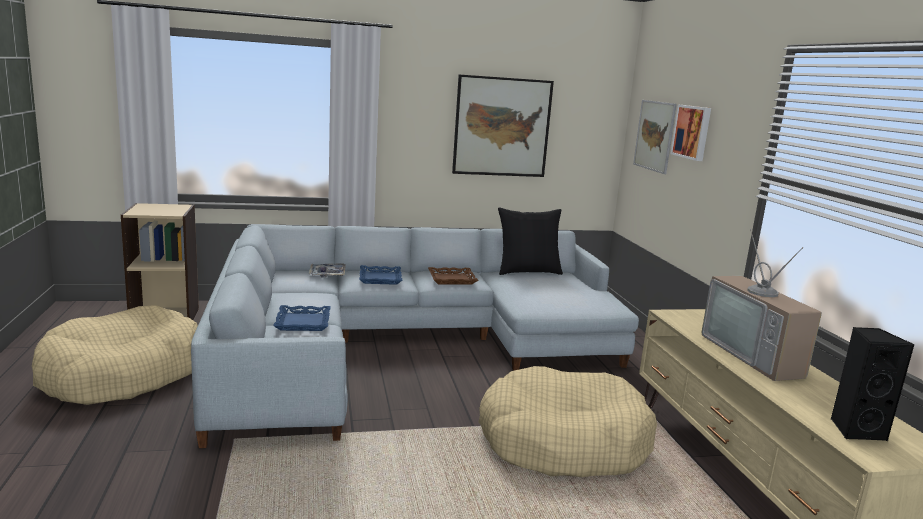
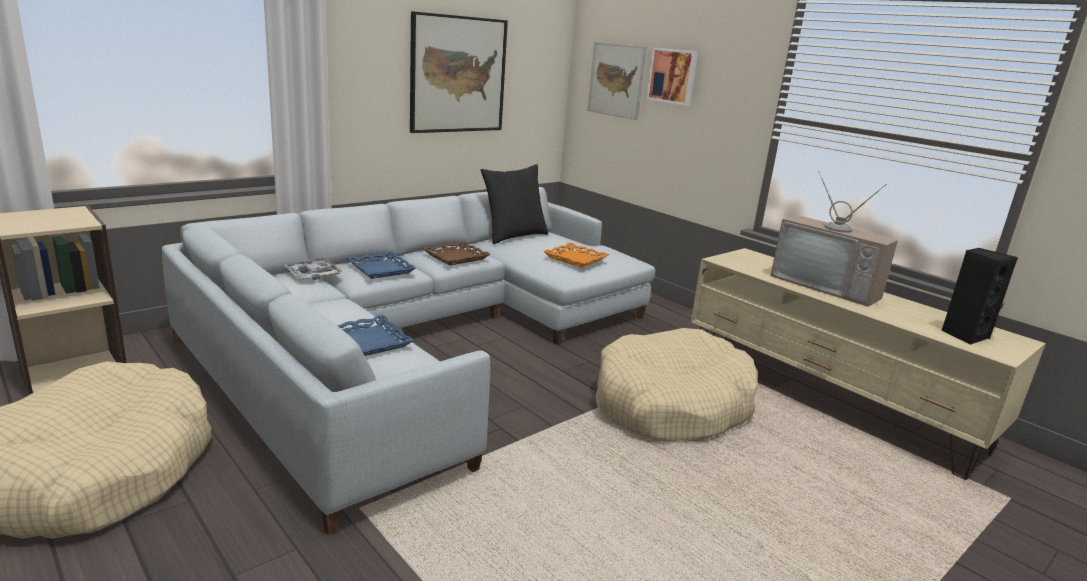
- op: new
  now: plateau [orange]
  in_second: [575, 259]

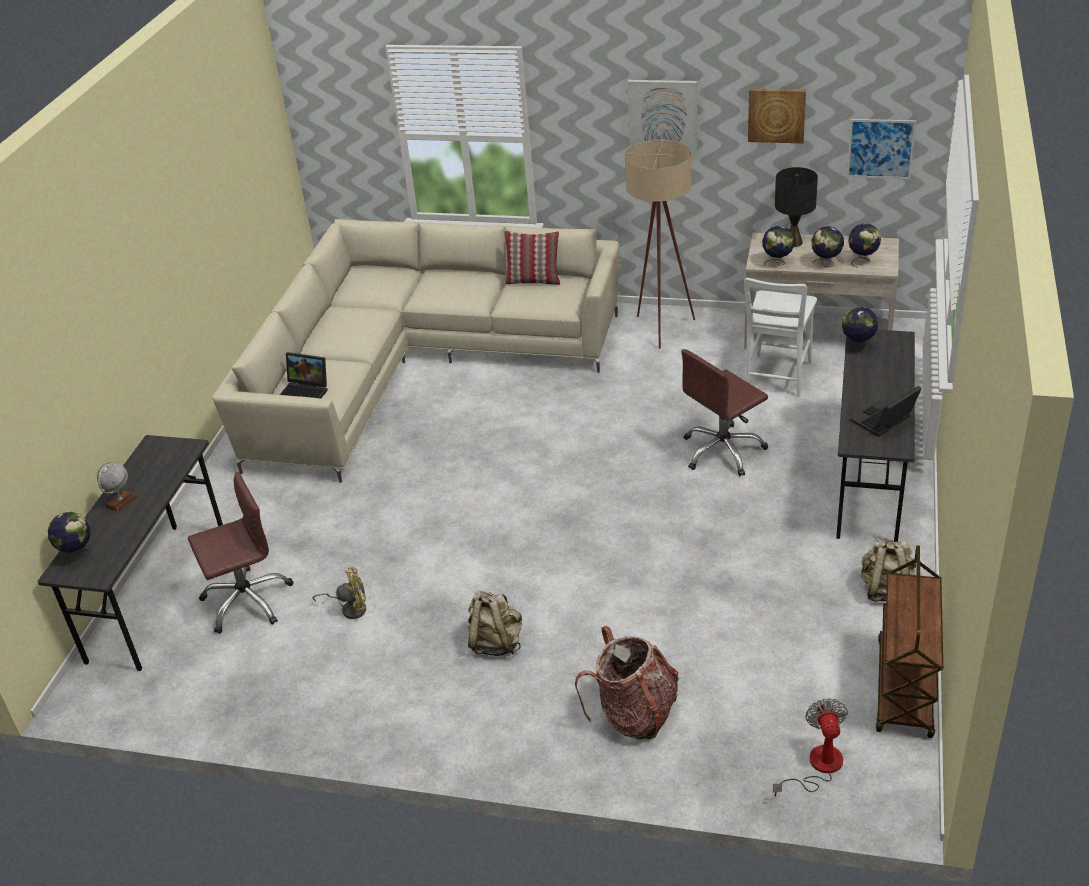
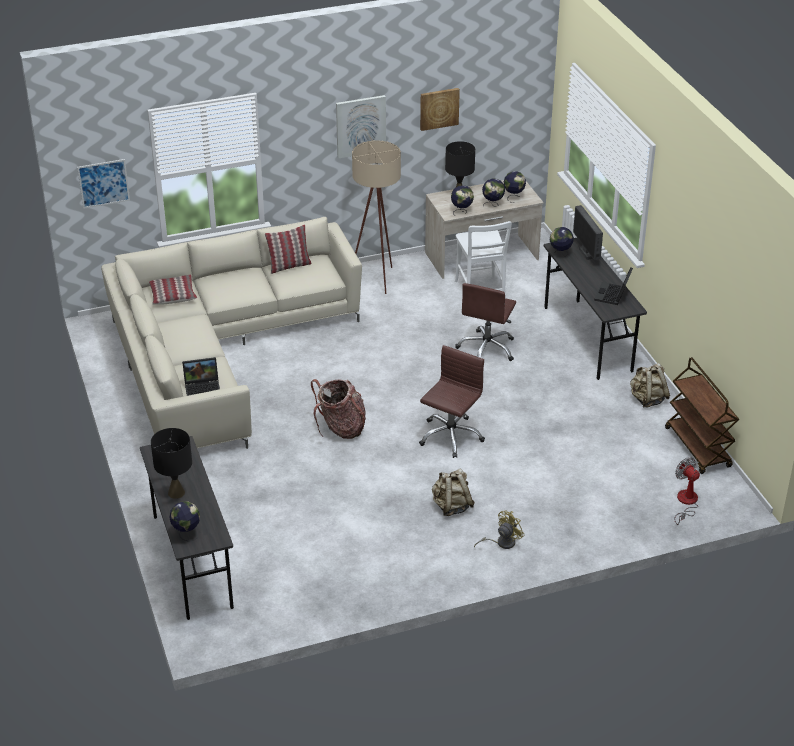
- op: swapped
  was: globe
  now: lampe de table [noir]
  in_first: [121, 502]
  in_second: [176, 493]
- op: shifted
  was: chaise de bureau [marron]
  in_first: [247, 600]
  in_second: [450, 436]
- op: shifted
  was: ventilateur [jaune]
  in_first: [350, 608]
  in_second: [501, 543]
- op: shifted
  was: sac à dos
  in_first: [634, 714]
  in_second: [341, 428]
- op: shifted
  was: tableau
  in_first: [880, 149]
  in_second: [103, 183]
- op: new
  now: coussin
  in_second: [172, 295]
- op: new
  now: écran d'ordinateur
  in_second: [586, 253]

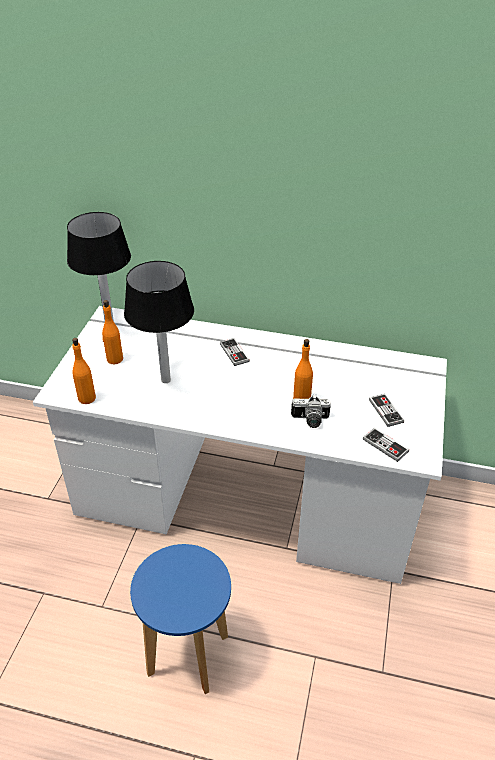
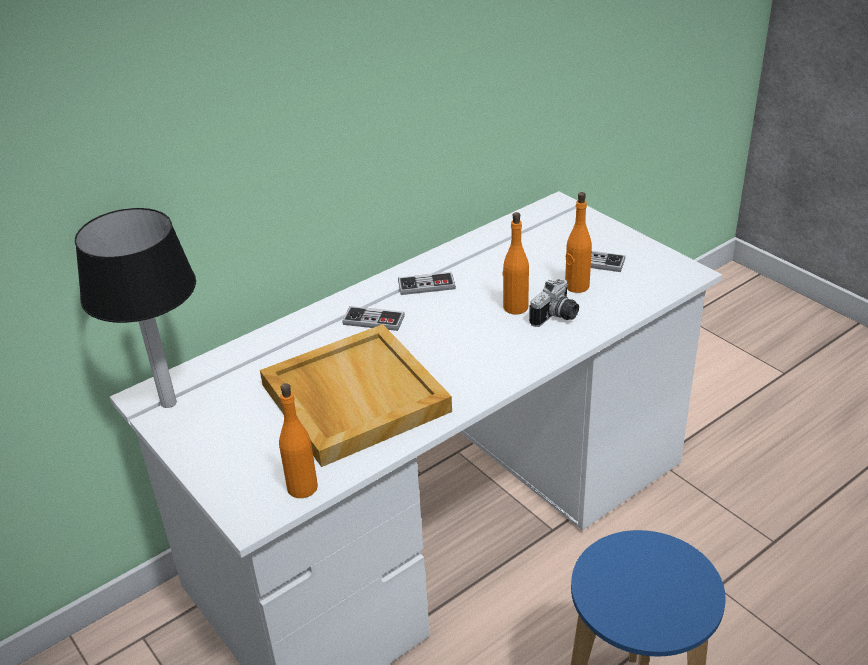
- op: shifted
  was: bouteille [orange]
  in_first: [114, 359]
  in_second: [576, 286]
- op: swapped
  was: lampe de table
  now: plateau [beige]
  in_first: [165, 379]
  in_second: [353, 398]
- op: shifted
  was: manette
  in_first: [385, 445]
  in_second: [426, 285]

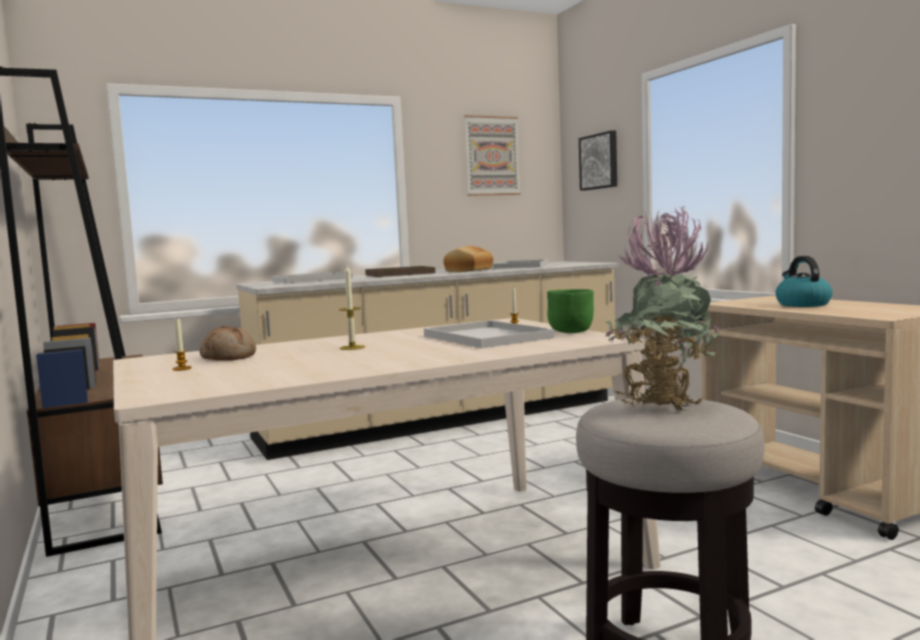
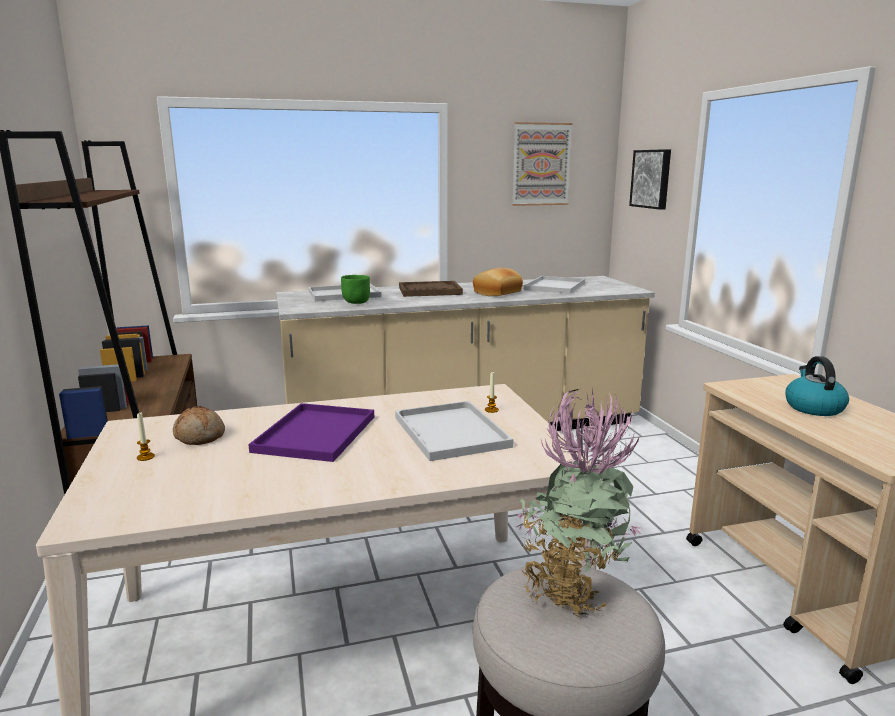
- op: swapped
  was: bougie
  now: plateau [violet]
  in_first: [352, 347]
  in_second: [316, 435]
- op: shifted
  was: bol [vert]
  in_first: [571, 332]
  in_second: [356, 303]

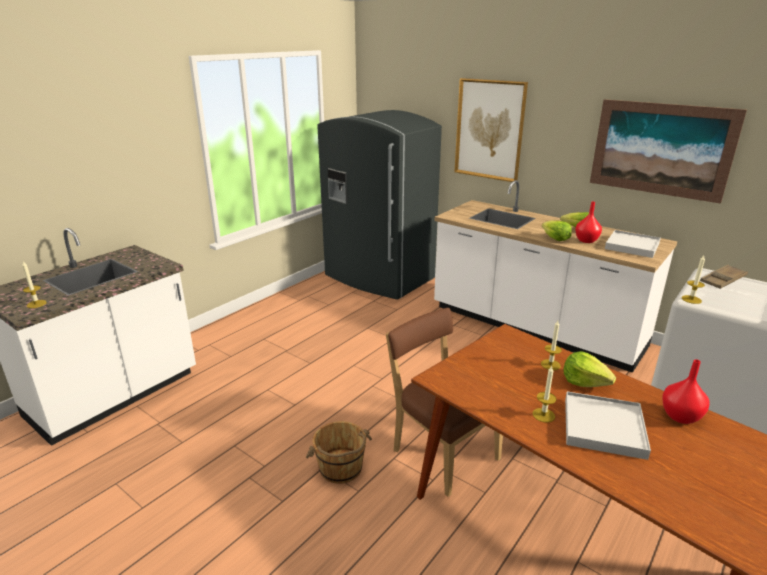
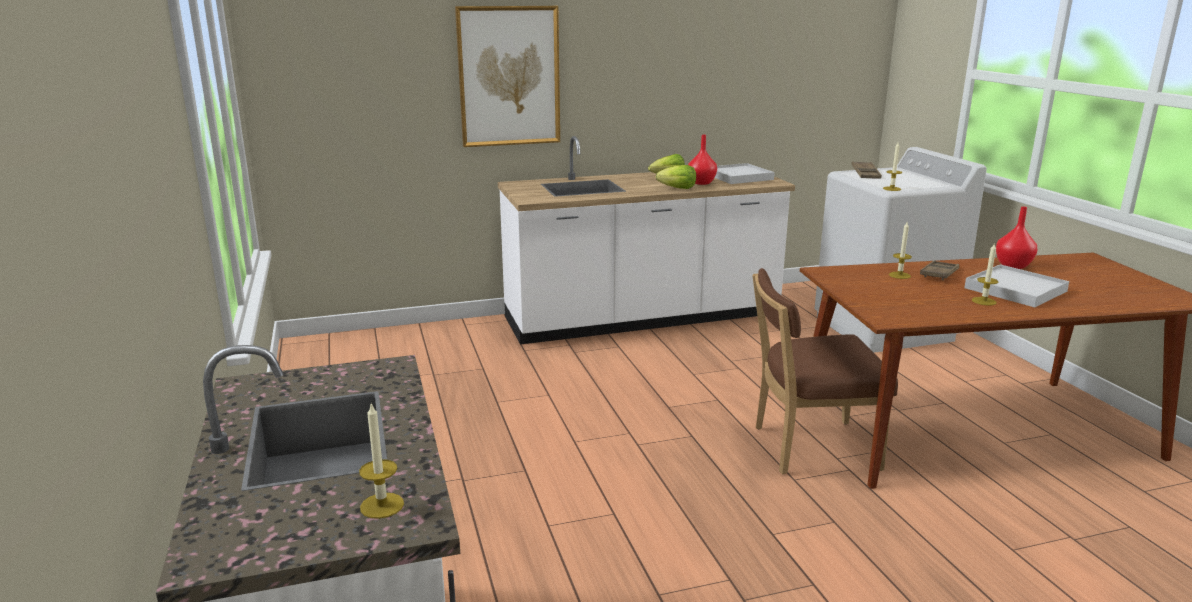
- op: gone
  was: seau [marron]
  in_first: [341, 468]
- op: gone
  was: réfrigérateur [gris]
  in_first: [378, 278]
- op: swapped
  was: laitue
  now: plateau [marron]
  in_first: [584, 381]
  in_second: [939, 274]
- op: gone
  was: tableau
  in_first: [661, 149]

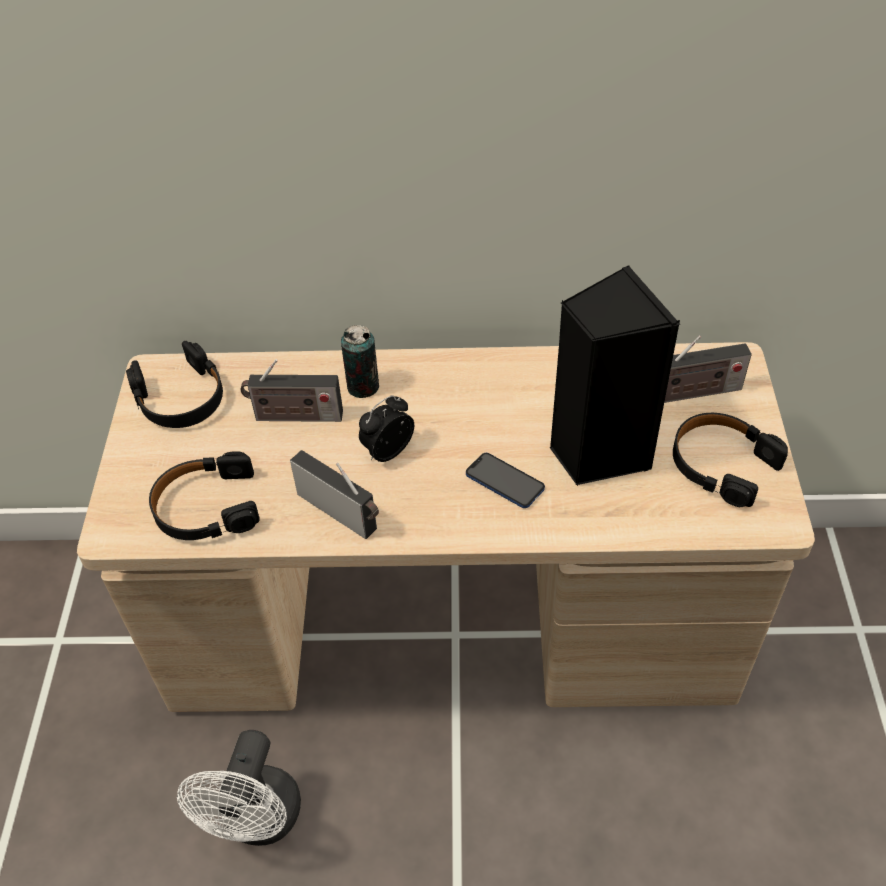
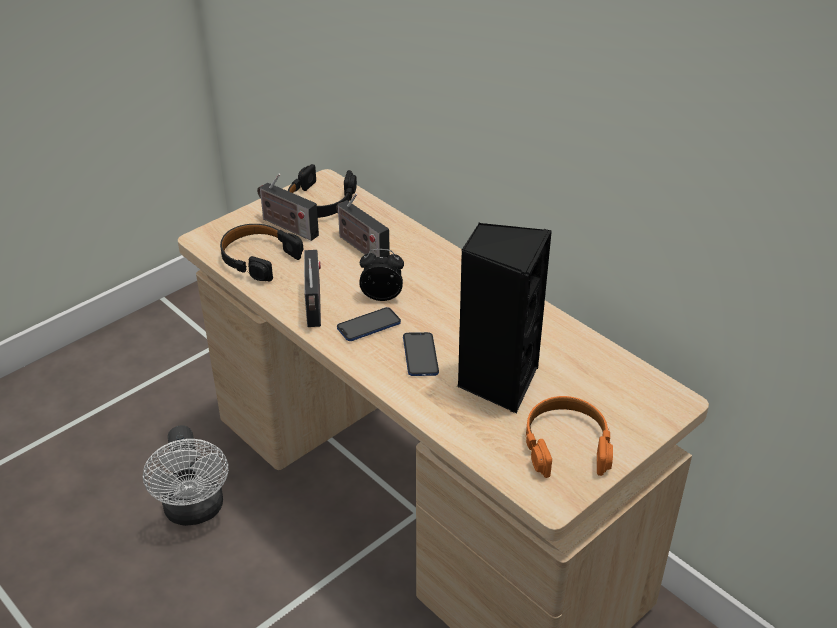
- op: rotated
  was: ventilateur [blanc]
  in_first: [258, 822]
  in_second: [195, 511]
  clockwise: -75
- op: gone
  was: boîte métallique
  in_first: [363, 386]
- op: shifted
  was: radio
  in_first: [694, 393]
  in_second: [287, 226]
- op: repainted
  was: casque audio [noir]
  now: casque audio [orange]
  in_first: [721, 464]
  in_second: [566, 444]
- op: new
  now: téléphone
  in_second: [368, 326]

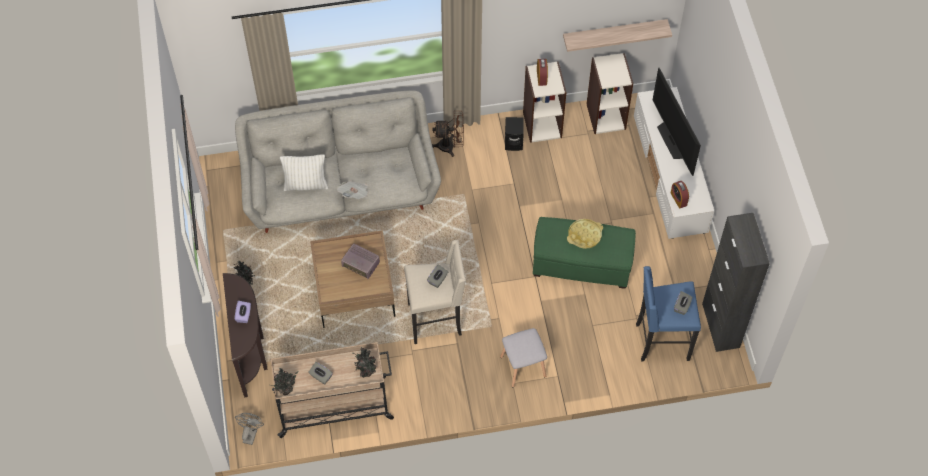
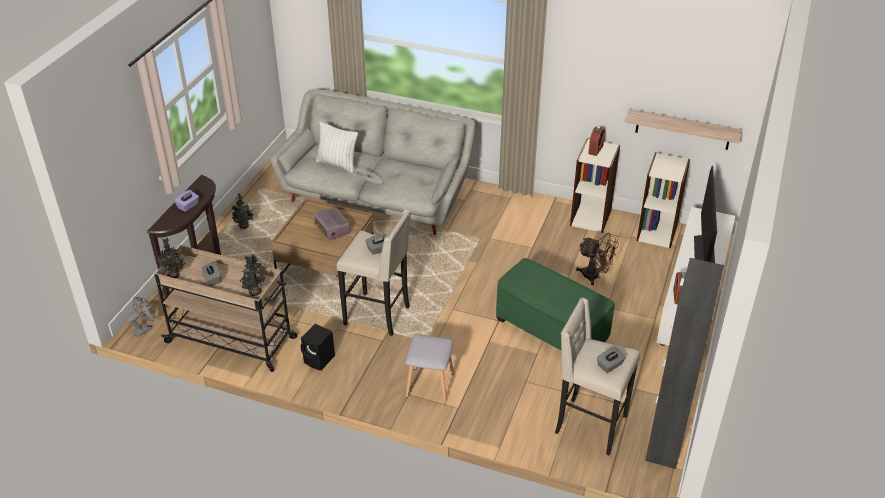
- op: shifted
  was: ventilateur [marron]
  in_first: [450, 146]
  in_second: [595, 276]
- op: shifted
  was: enceinte [noir]
  in_first: [514, 142]
  in_second: [320, 360]
- op: gone
  was: plateau [jaune]
  in_first: [584, 235]
- op: repainted
  was: tabouret [bleu]
  now: tabouret [beige]
  in_first: [660, 341]
  in_second: [589, 425]

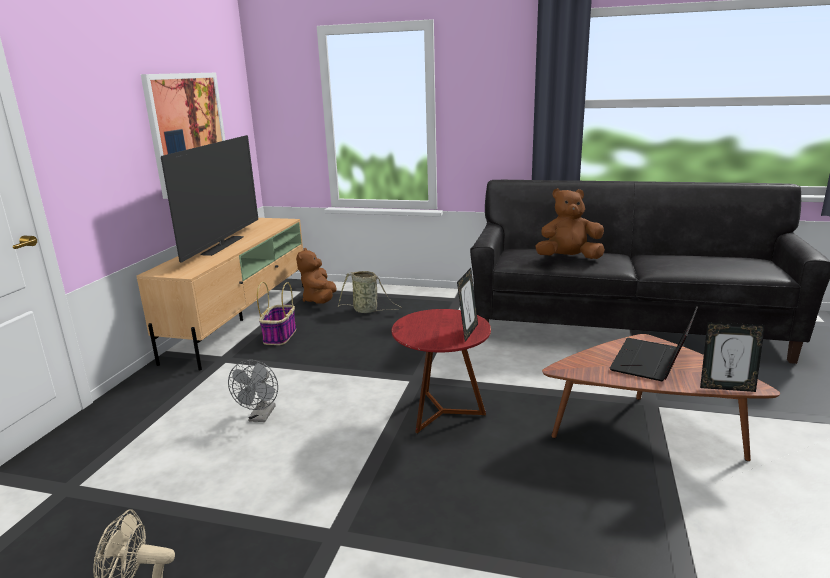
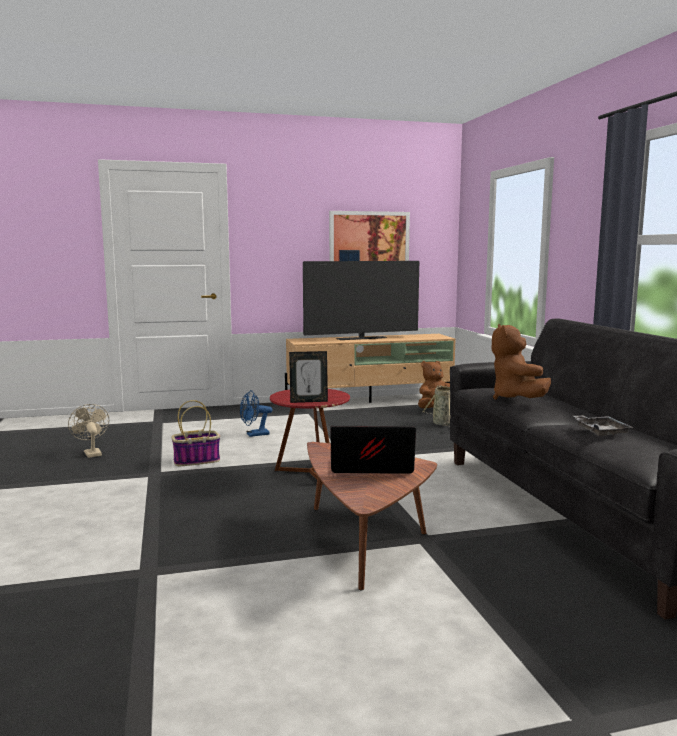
- op: repainted
  was: ventilateur [gris]
  now: ventilateur [bleu]
  in_first: [261, 417]
  in_second: [254, 435]
- op: shifted
  was: panier
  in_first: [280, 336]
  in_second: [197, 460]
- op: rotated
  was: peluche [marron]
  in_first: [568, 258]
  in_second: [516, 398]
  clockwise: -150
- op: gone
  was: cadre photo
  in_first: [726, 387]
- op: new
  now: plateau [gris]
  in_second: [600, 432]

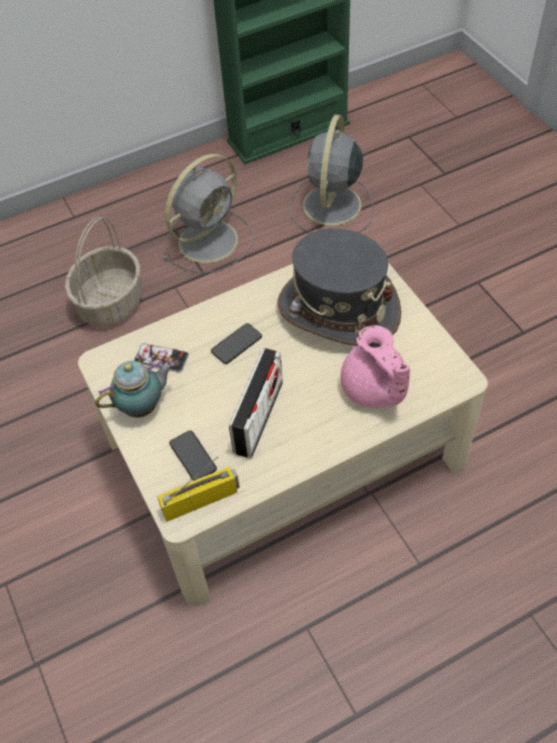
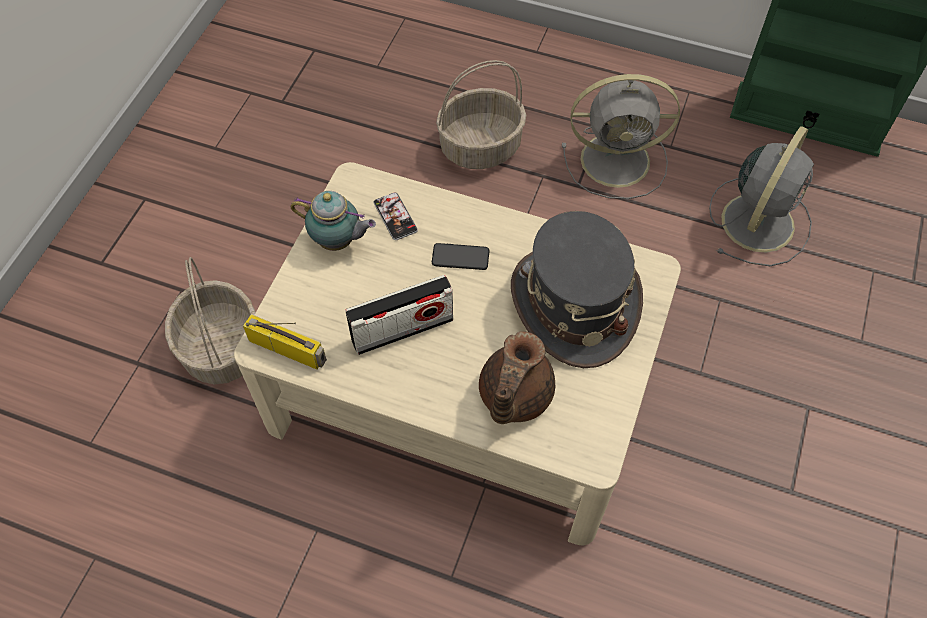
- op: gone
  was: téléphone
  in_first: [193, 456]
- op: rotated
  was: ventilateur [gris]
  in_first: [331, 207]
  in_second: [759, 220]
  clockwise: 150
- op: repainted
  was: théière [rose]
  now: théière [marron]
  in_first: [374, 390]
  in_second: [513, 396]
- op: new
  now: panier
  in_second: [220, 347]

